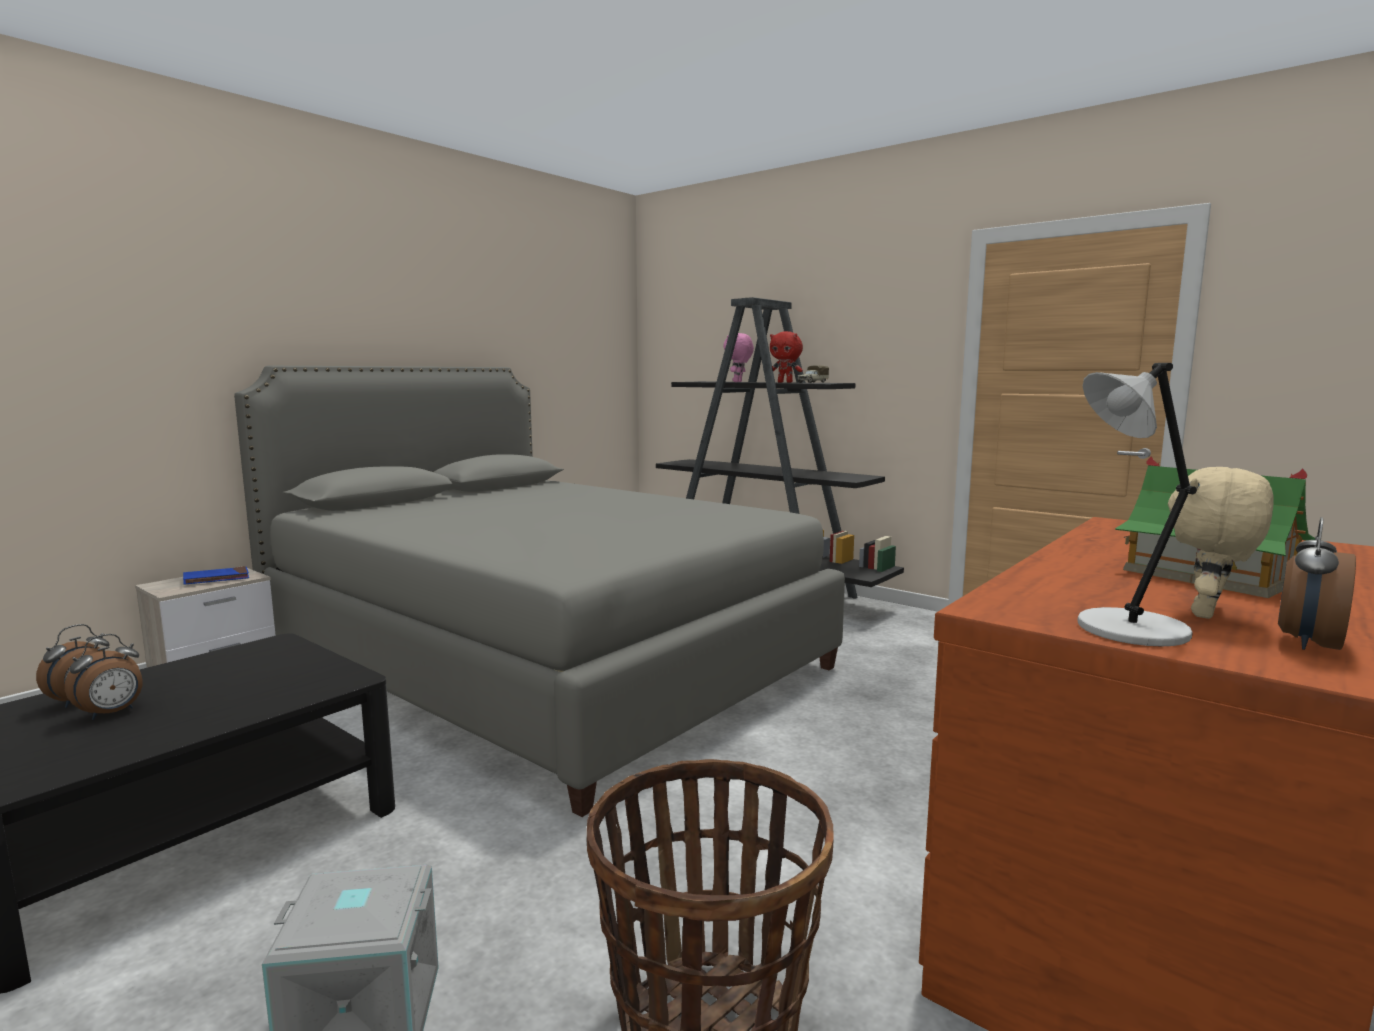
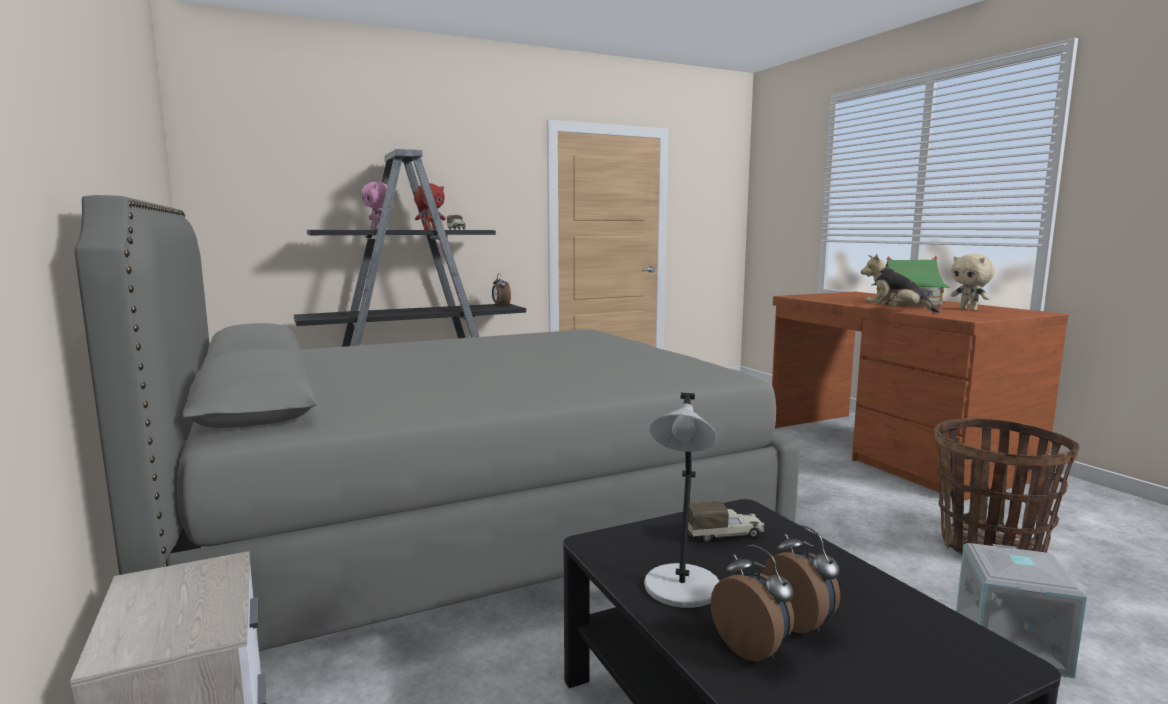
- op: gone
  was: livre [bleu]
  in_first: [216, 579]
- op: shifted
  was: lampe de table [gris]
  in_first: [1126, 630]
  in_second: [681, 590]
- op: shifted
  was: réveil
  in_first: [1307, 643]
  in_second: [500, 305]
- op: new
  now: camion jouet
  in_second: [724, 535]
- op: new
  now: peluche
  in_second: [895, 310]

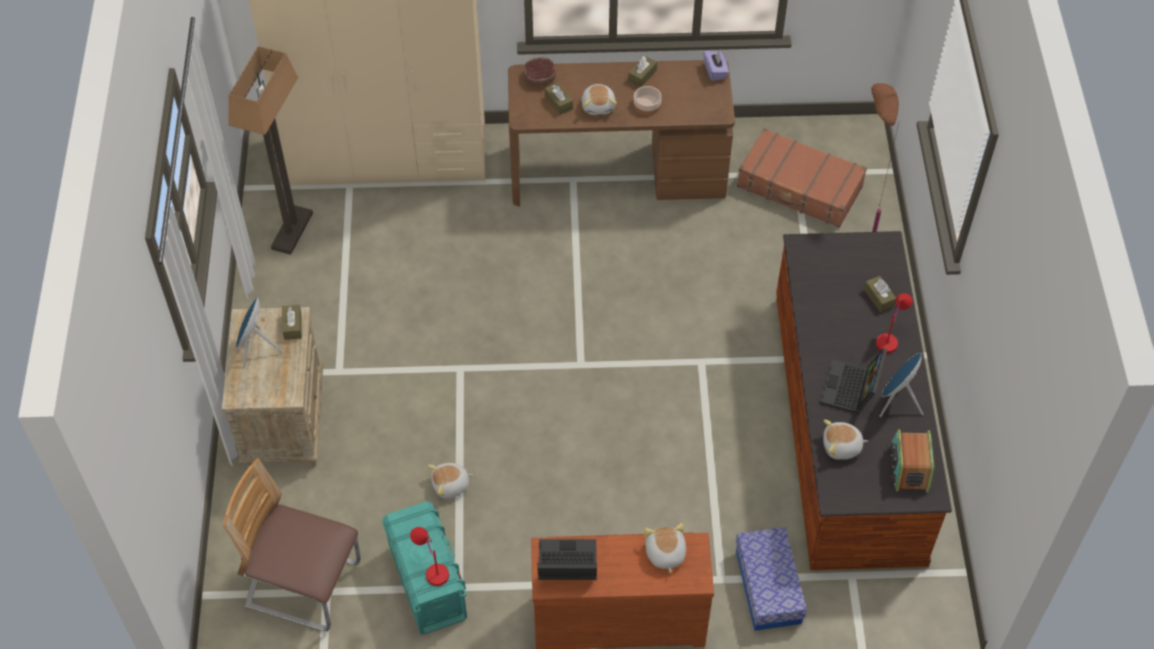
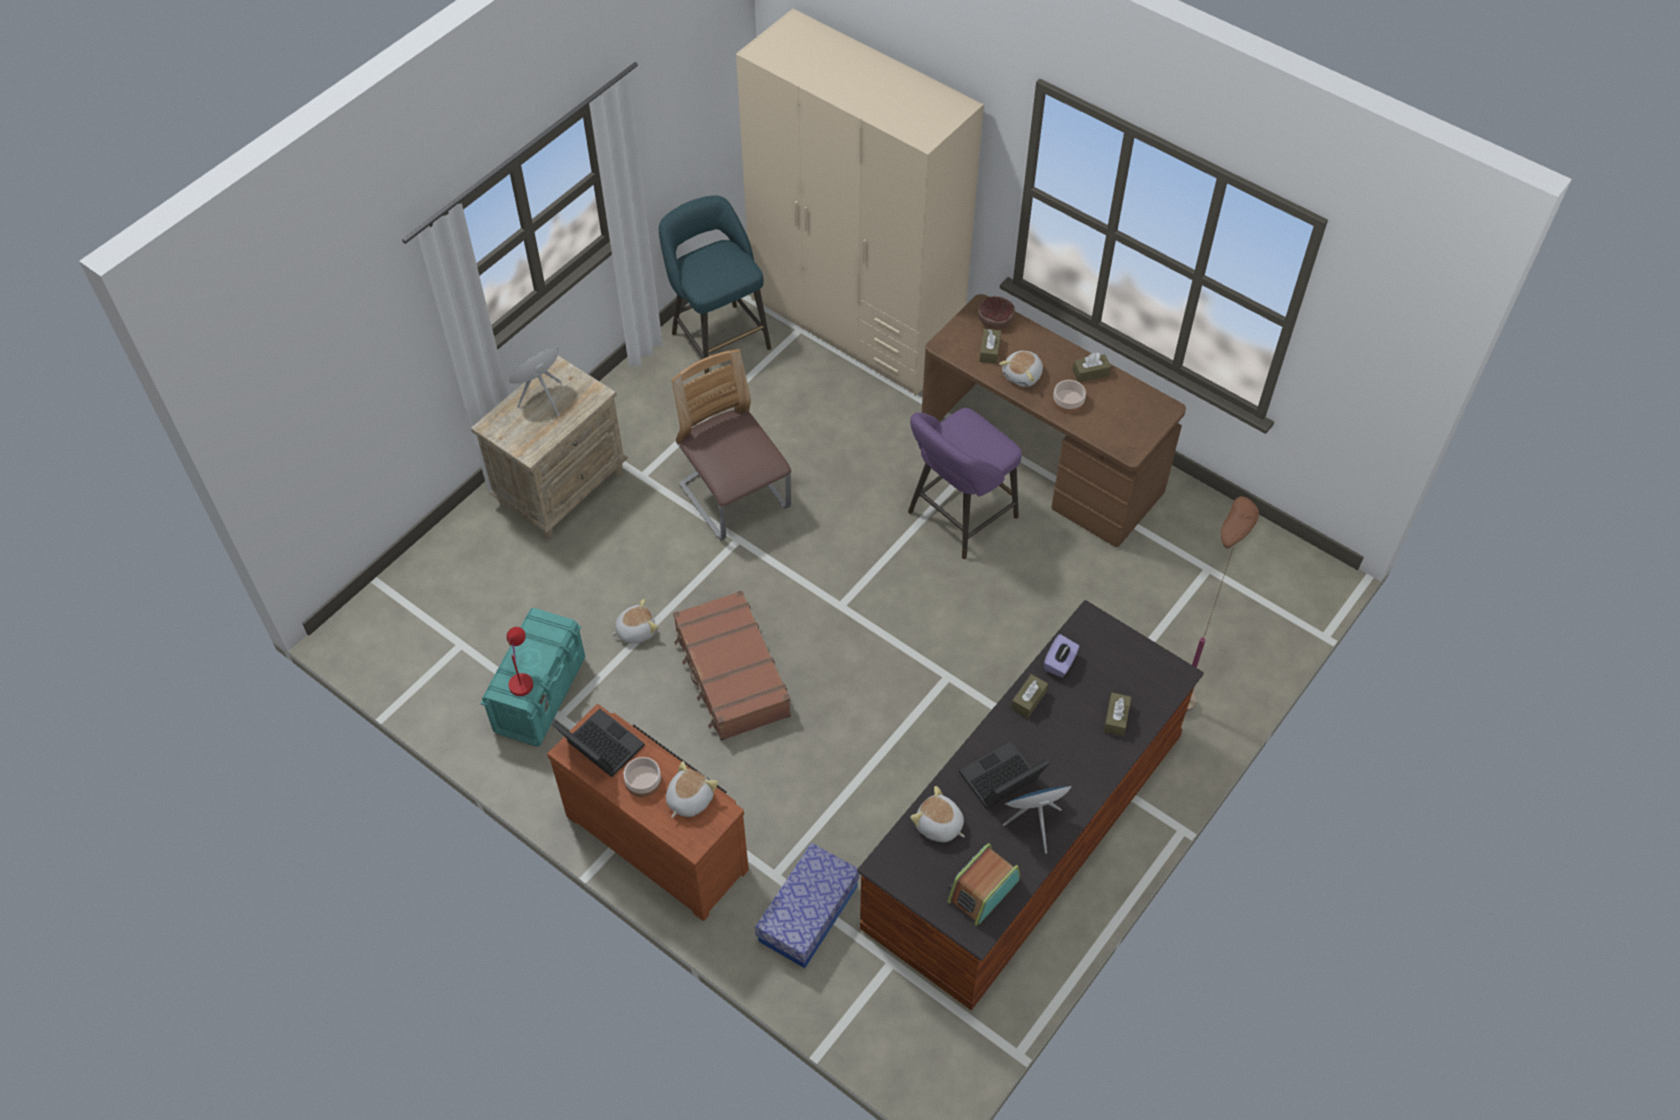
- op: shifted
  was: chaise
  in_first: [304, 585]
  in_second: [734, 498]
- op: swapped
  was: lampadaire
  now: tabouret [turquoise]
  in_first: [292, 230]
  in_second: [718, 337]
- op: shifted
  was: boîte à mouchoirs [marron]
  in_first: [292, 326]
  in_second: [1028, 700]
- op: rotated
  was: peluche
  in_first: [451, 485]
  in_second: [635, 630]
  clockwise: 135
- op: shifted
  was: boîte à mouchoirs [violet]
  in_first: [715, 71]
  in_second: [1060, 663]
- op: shifted
  was: valise [marron]
  in_first: [799, 188]
  in_second: [731, 674]
- op: gone
  was: lampe de table [rouge]
  in_first: [891, 337]
- op: new
  now: bol
  in_second: [643, 781]
- op: new
  now: tabouret [violet]
  in_second: [958, 518]

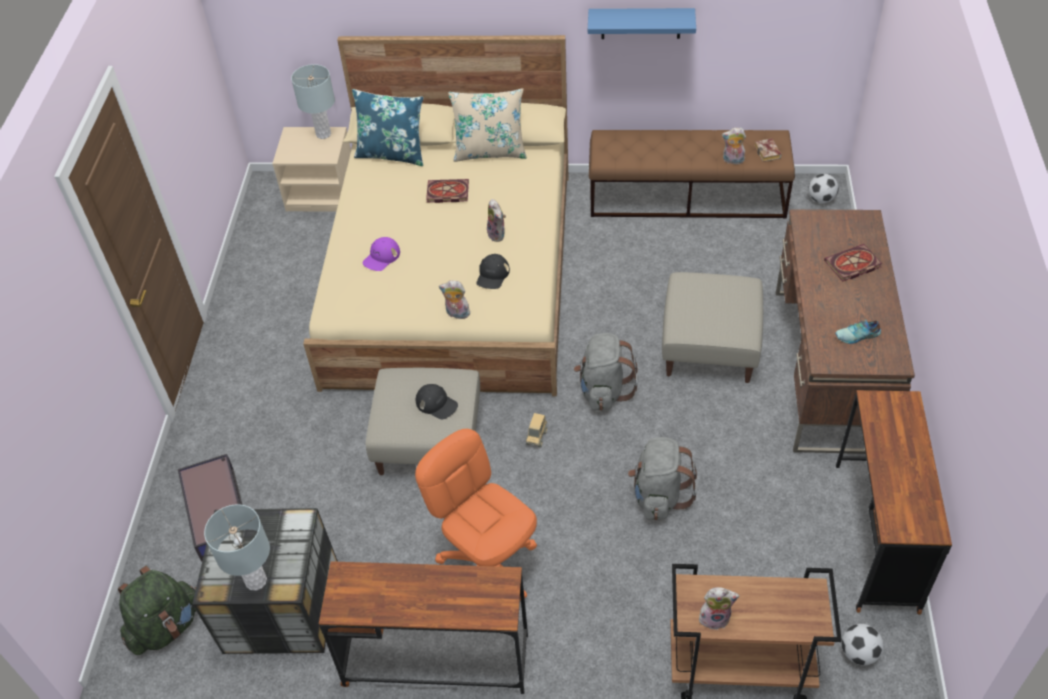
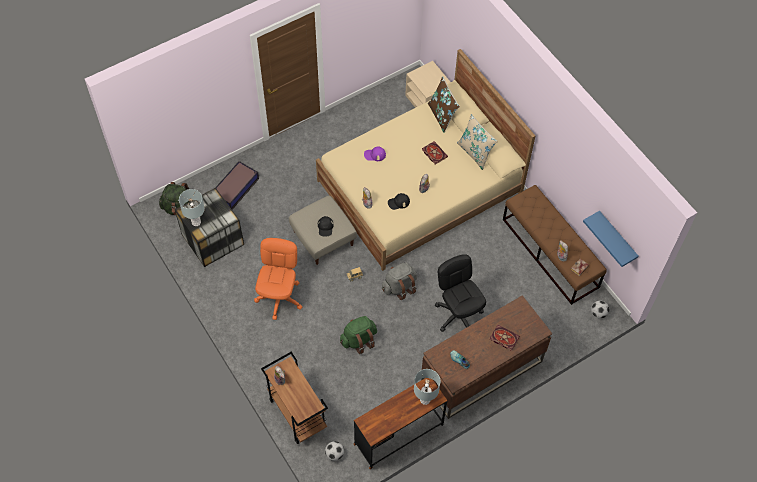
- op: shifted
  was: lampe de table [gris]
  in_first: [323, 134]
  in_second: [425, 399]
- op: gone
  was: bureau [marron]
  in_first: [436, 660]
- op: repainted
  was: coussin [bleu]
  now: coussin [marron]
  in_first: [392, 154]
  in_second: [442, 116]
- op: shifted
  was: étagère [bleu]
  in_first: [641, 23]
  in_second: [616, 238]
- op: repainted
  was: sac à dos [gris]
  now: sac à dos [vert]
  in_first: [659, 495]
  in_second: [359, 340]
- op: swapped
  was: pouf [beige]
  now: chaise de bureau [noir]
  in_first: [709, 345]
  in_second: [458, 315]

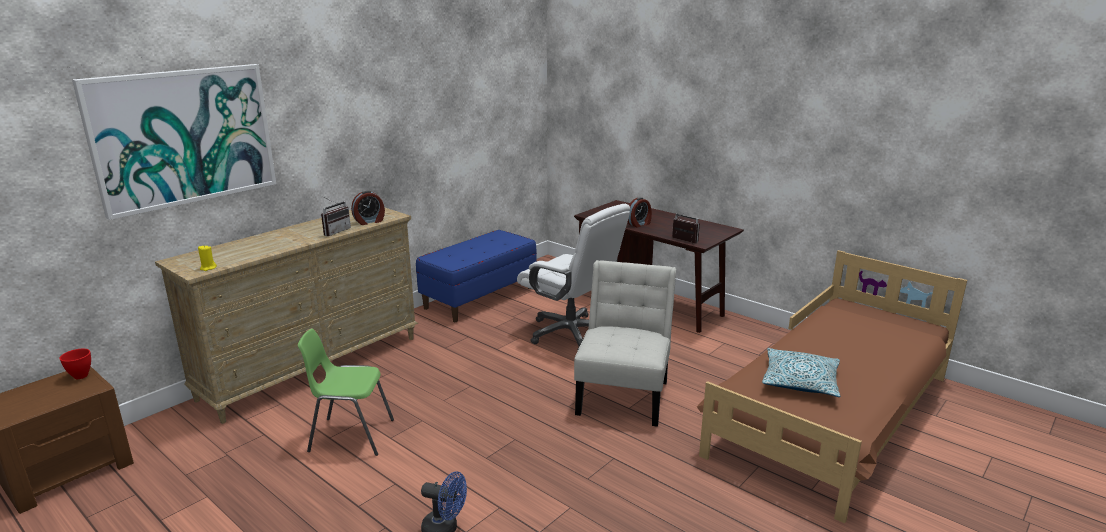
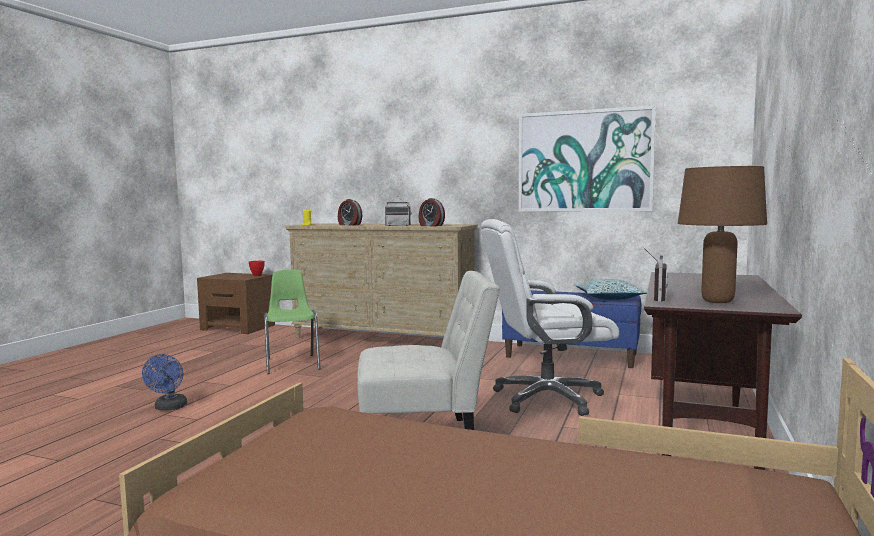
- op: shifted
  was: tableau
  in_first: [183, 137]
  in_second: [584, 161]
- op: rotated
  was: chaise de bureau [blanc]
  in_first: [571, 333]
  in_second: [546, 398]
  clockwise: 60
- op: shifted
  was: réveil
  in_first: [639, 224]
  in_second: [349, 225]
- op: shifted
  was: coussin
  in_first: [800, 381]
  in_second: [609, 298]
- op: new
  now: lampe de table [marron]
  in_second: [718, 301]

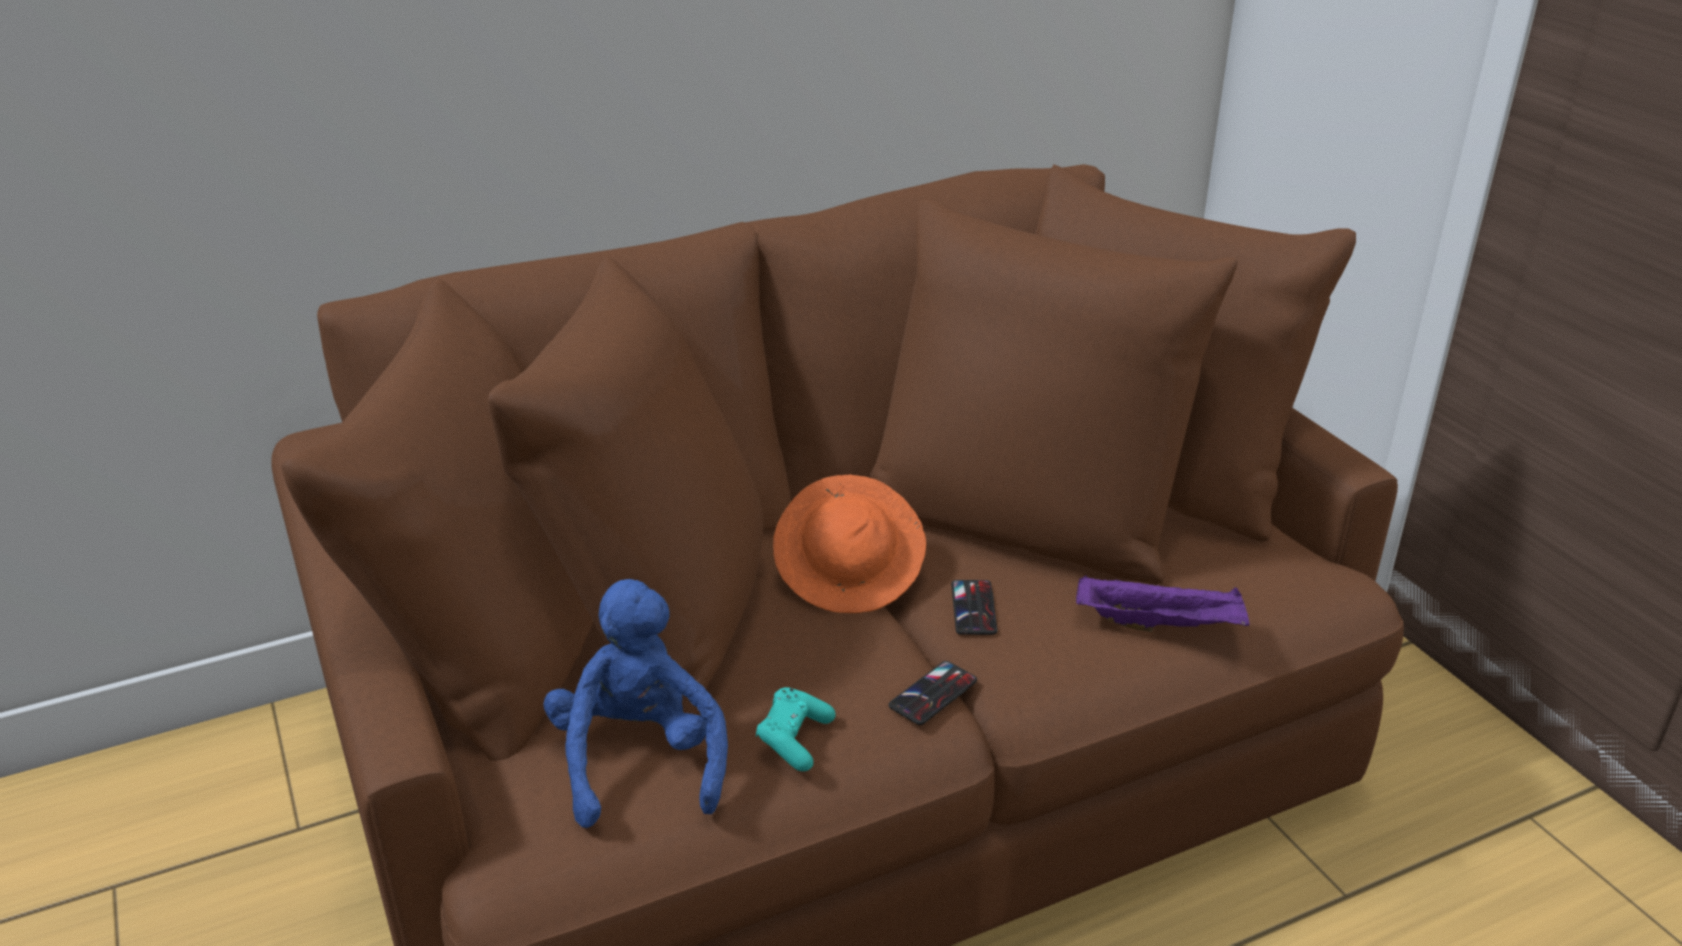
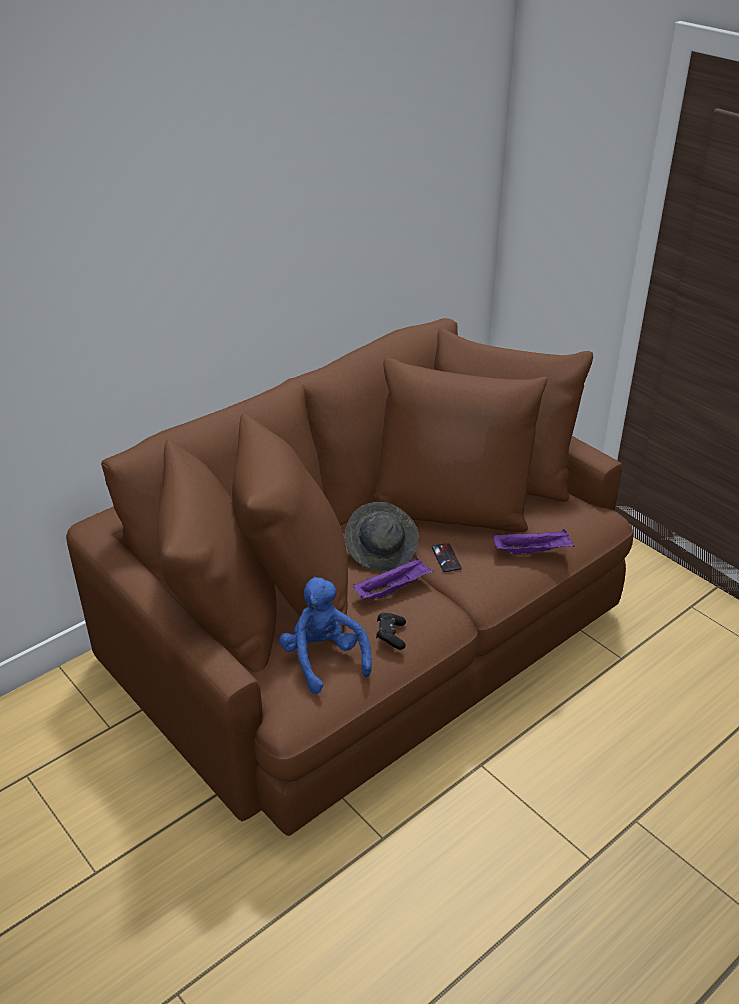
- op: repainted
  was: manette [turquoise]
  now: manette [noir]
  in_first: [794, 740]
  in_second: [391, 636]
- op: repainted
  was: chapeau [orange]
  now: chapeau [gris]
  in_first: [850, 573]
  in_second: [382, 550]
- op: gone
  was: téléphone
  in_first: [933, 694]
- op: new
  now: plateau [violet]
  in_second: [393, 589]

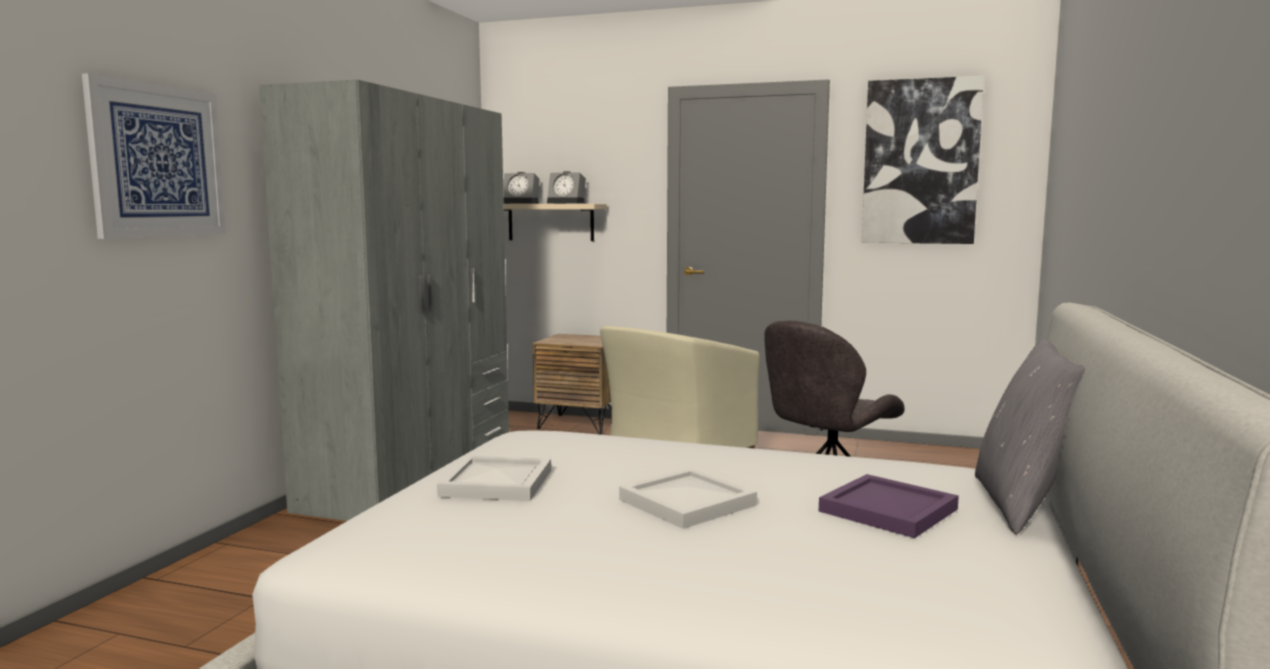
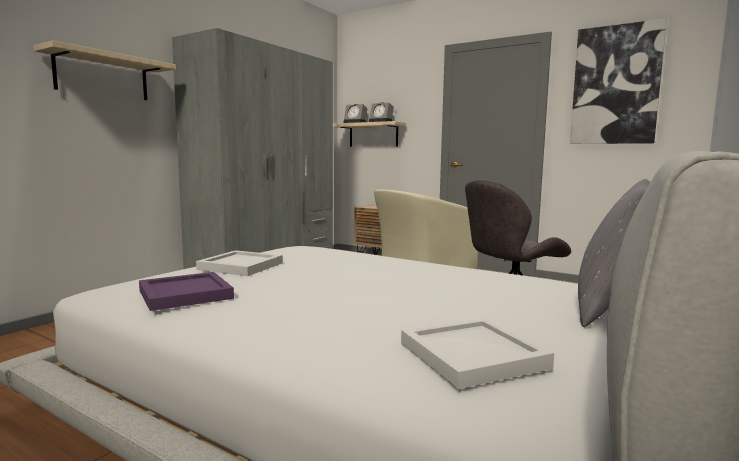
- op: swapped
  was: tableau
  now: étagère [beige]
  in_first: [158, 161]
  in_second: [102, 76]
- op: shifted
  was: plateau [blanc]
  in_first: [687, 501]
  in_second: [473, 354]
- op: shifted
  was: plateau [violet]
  in_first: [887, 509]
  in_second: [186, 294]

